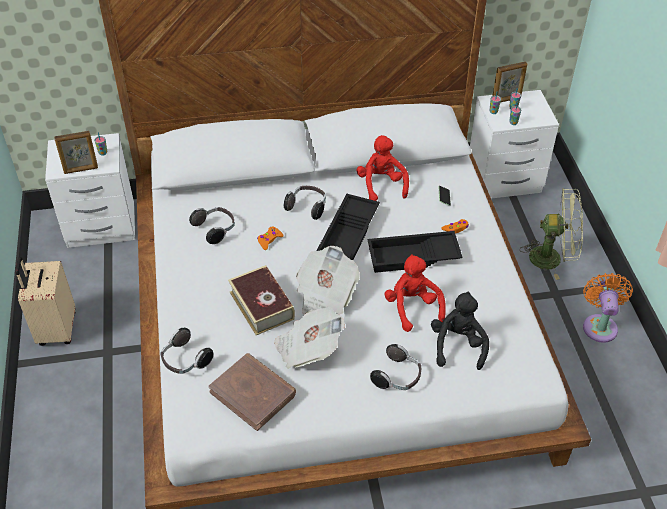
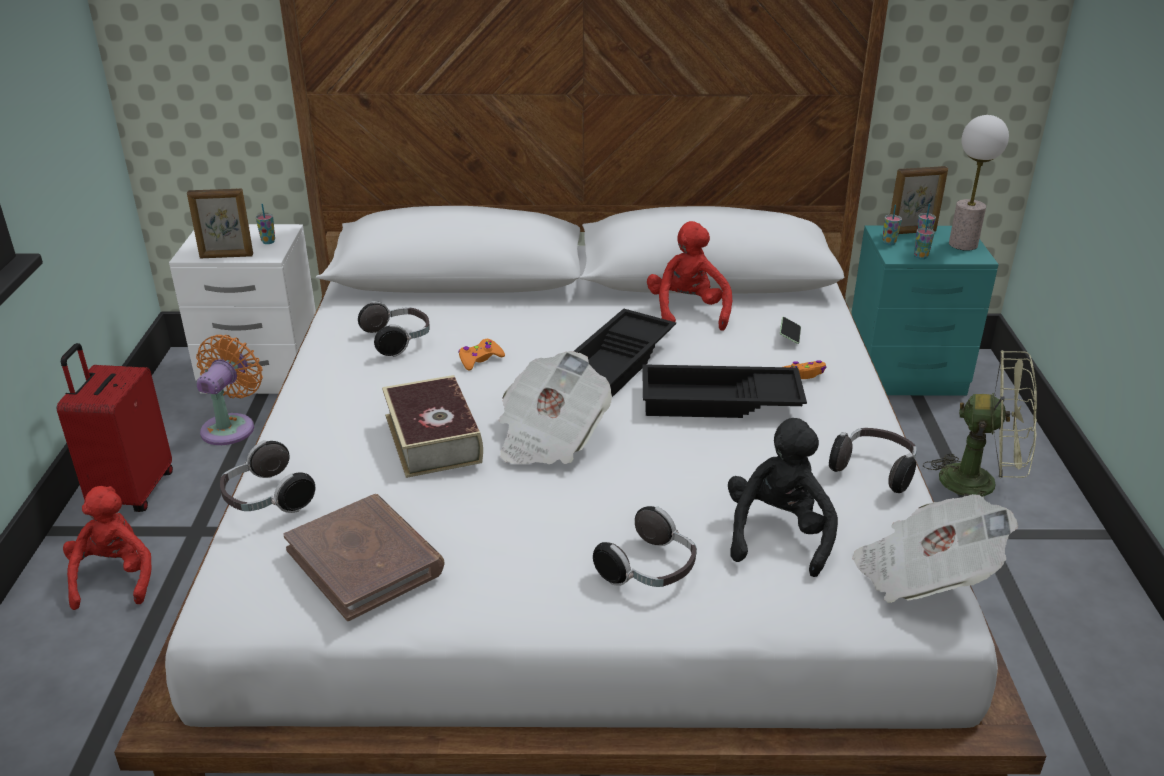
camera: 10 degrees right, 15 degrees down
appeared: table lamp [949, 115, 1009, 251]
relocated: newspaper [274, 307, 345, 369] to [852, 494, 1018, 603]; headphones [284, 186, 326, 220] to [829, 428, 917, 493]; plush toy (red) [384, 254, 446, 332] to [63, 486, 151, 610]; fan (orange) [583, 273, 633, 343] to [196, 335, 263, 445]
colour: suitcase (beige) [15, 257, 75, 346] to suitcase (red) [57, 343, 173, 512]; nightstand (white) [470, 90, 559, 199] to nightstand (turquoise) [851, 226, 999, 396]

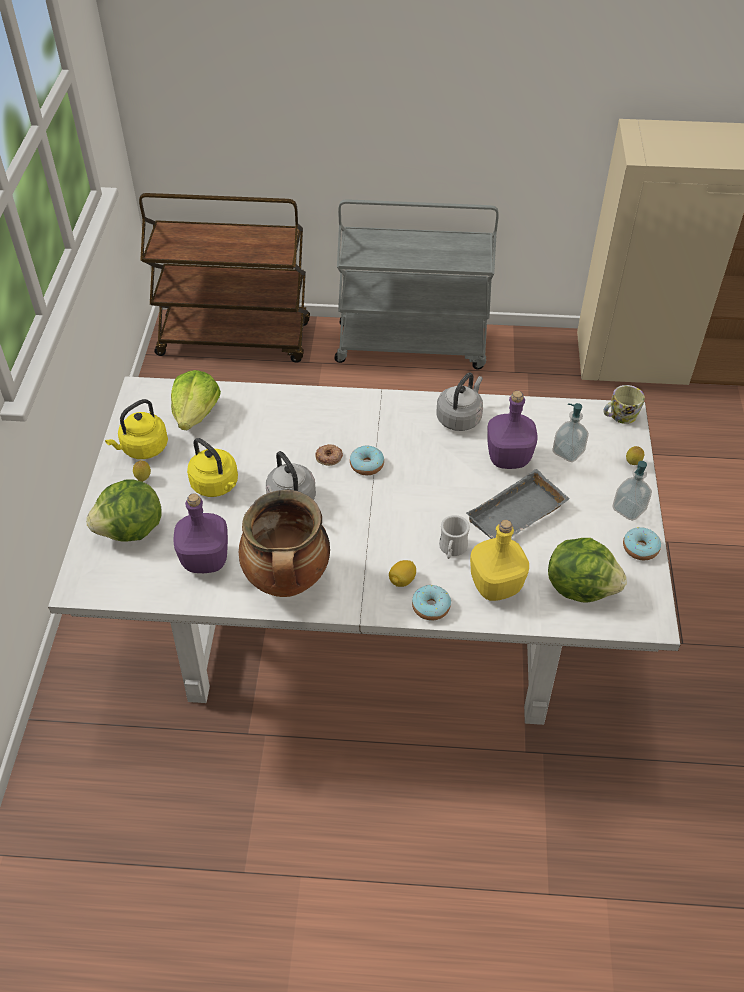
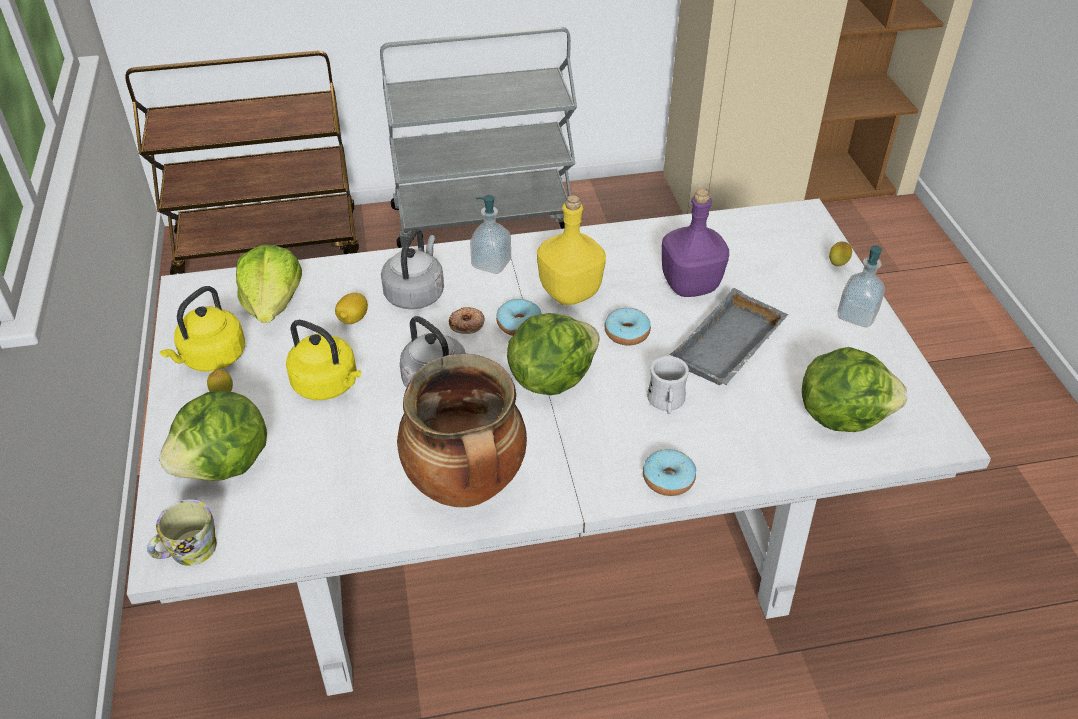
camera: 15 degrees left, 5 degrees down
missing: bottle (purple) [173, 494, 228, 573]
appeared: lettuce [507, 313, 600, 395]
relocated: lemon [389, 560, 416, 587] to [335, 293, 368, 324]; kettle (grey) [436, 373, 483, 431] to [381, 229, 444, 309]; bottle (yellow) [470, 520, 529, 601] to [537, 195, 606, 305]; soap dispenser [552, 403, 589, 462] to [470, 195, 511, 274]; mug [604, 385, 645, 424] to [147, 499, 217, 566]; donut [623, 527, 661, 560] to [605, 308, 651, 346]

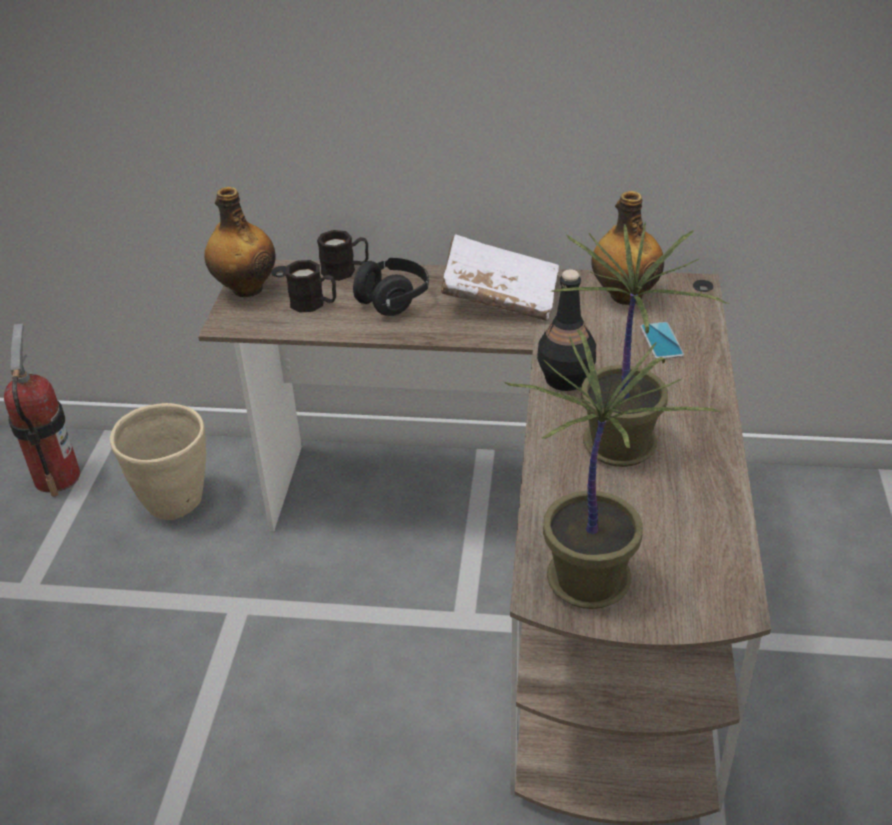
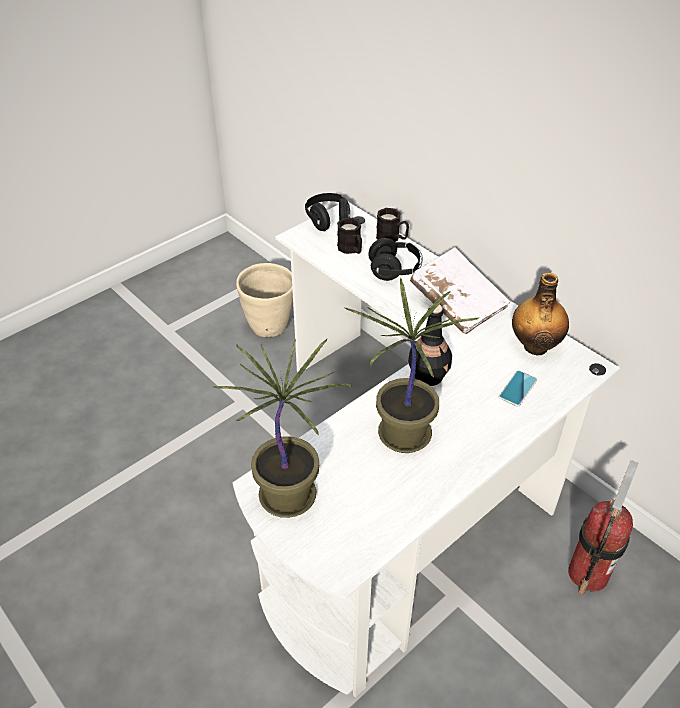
camera: 40 degrees right, 5 degrees up
relocated: fire extinguisher [4, 323, 80, 497] to [568, 460, 638, 595]
exchanged: bottle [205, 187, 275, 297] to headphones (black) [305, 193, 350, 231]
colour: desk (brown) [198, 260, 771, 825] to desk (white) [233, 202, 620, 697]

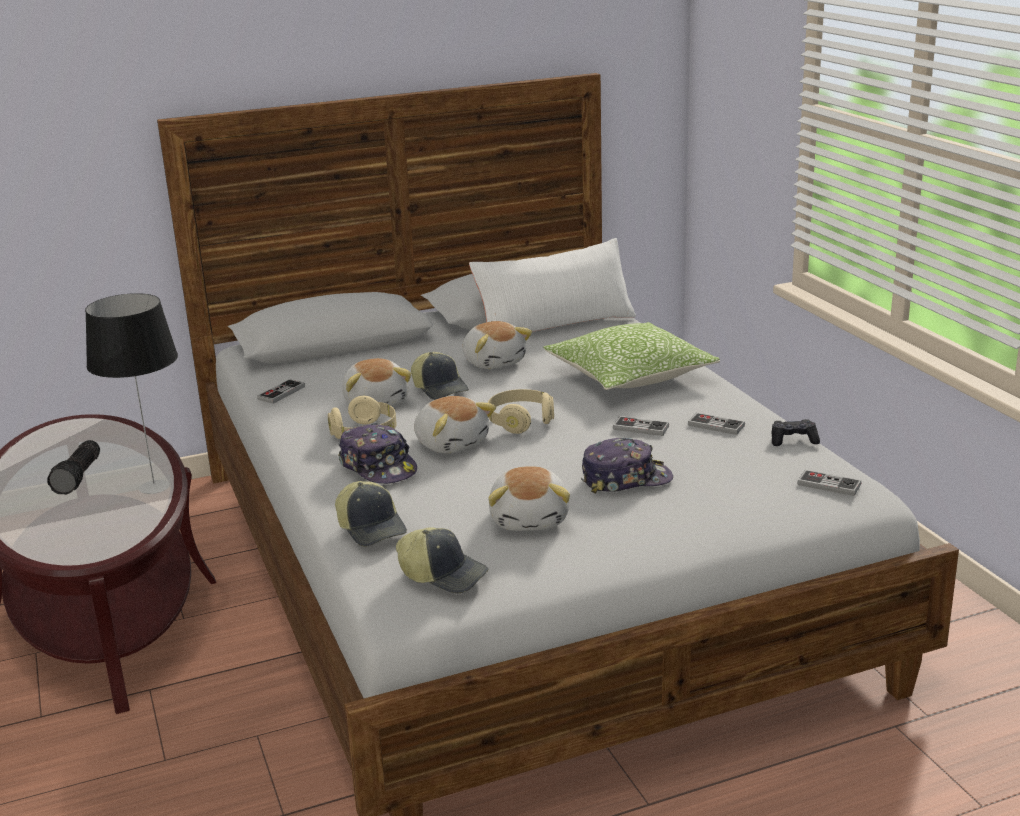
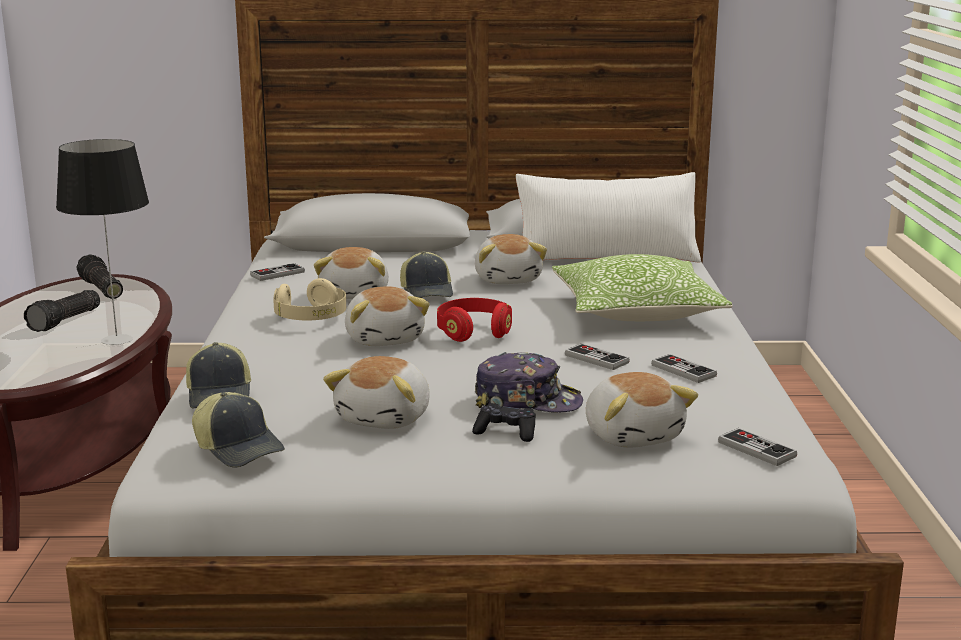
camera: 20 degrees right, 5 degrees down
missing: cap [339, 423, 417, 484]
appeared: flashlight [77, 254, 123, 299]; plush toy [586, 372, 698, 448]
relocated: game controller (black) [772, 419, 820, 446] to [472, 403, 536, 442]
colour: headphones (beige) [488, 389, 554, 434] to headphones (red) [437, 298, 512, 342]

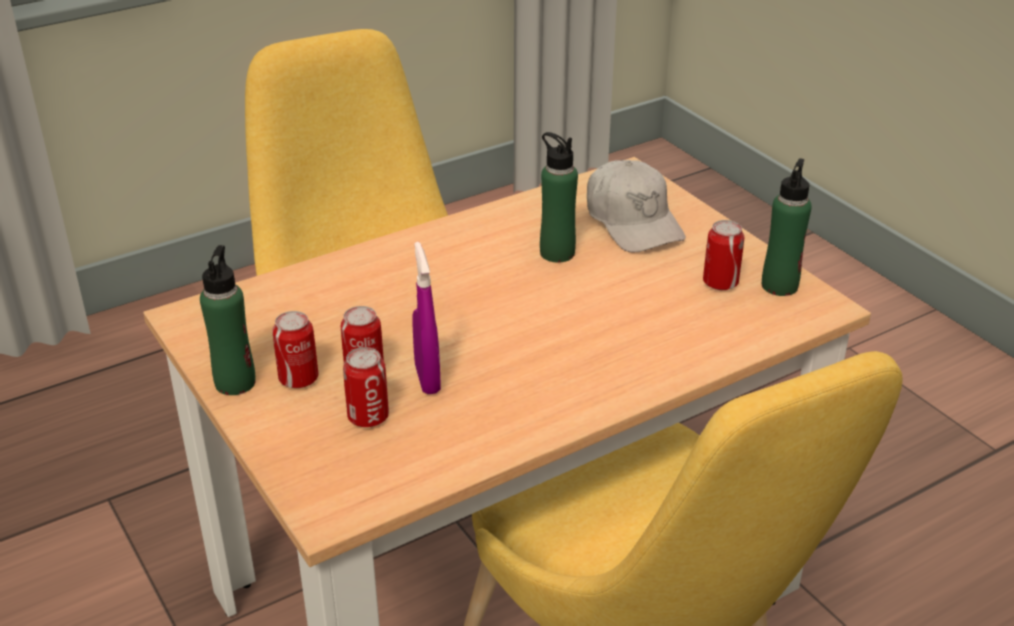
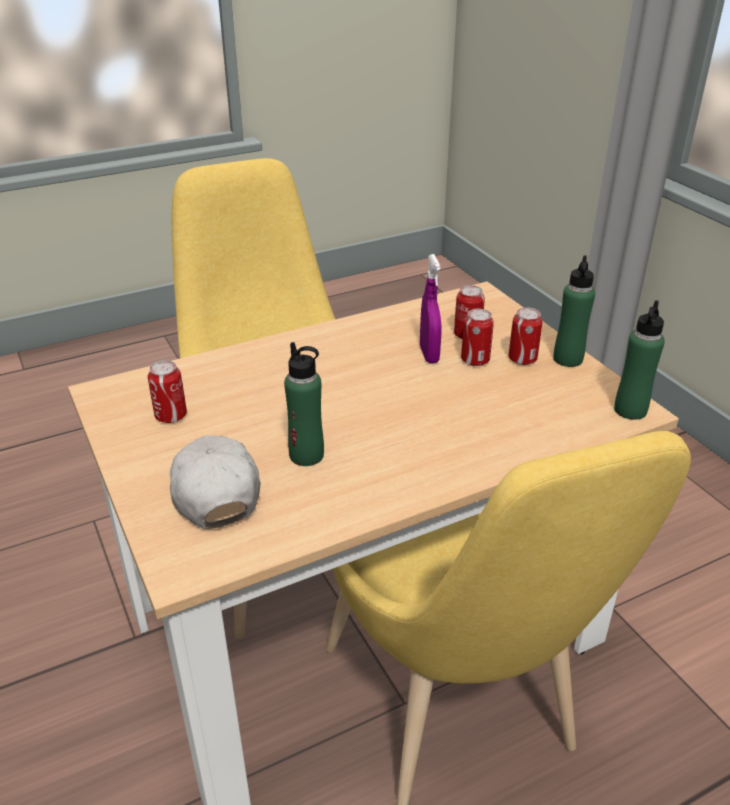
camera: 175 degrees left, 0 degrees up
relocated: bottle (green) [762, 158, 812, 296] to [614, 300, 665, 420]

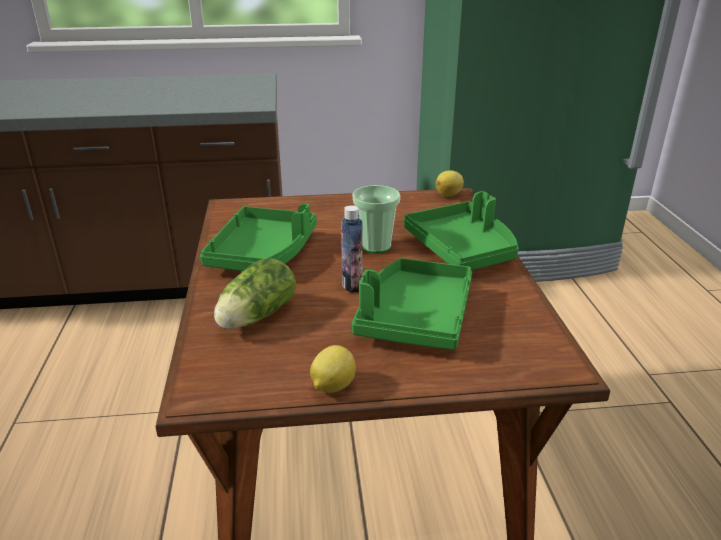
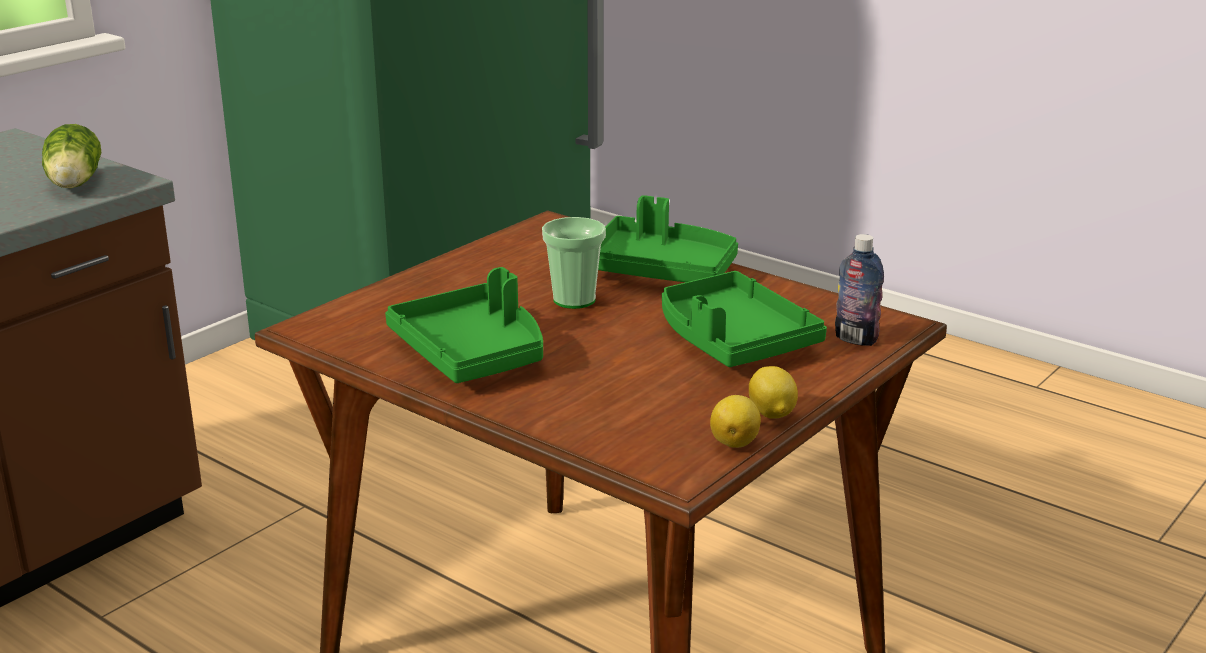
camera: 45 degrees left, 5 degrees down
relocated: lettuce [214, 258, 296, 329] to [42, 124, 102, 188]; bottle [341, 205, 363, 293] to [835, 234, 884, 346]; lemon [436, 170, 464, 197] to [710, 395, 761, 448]

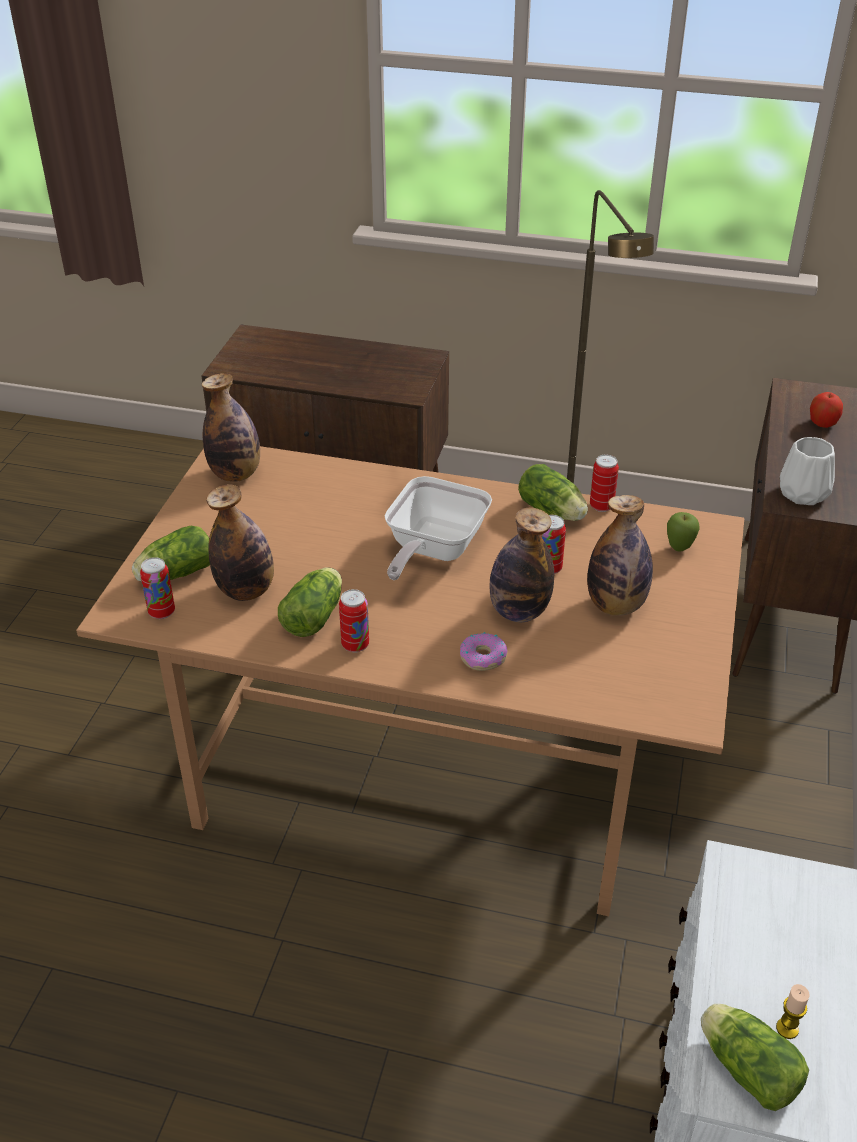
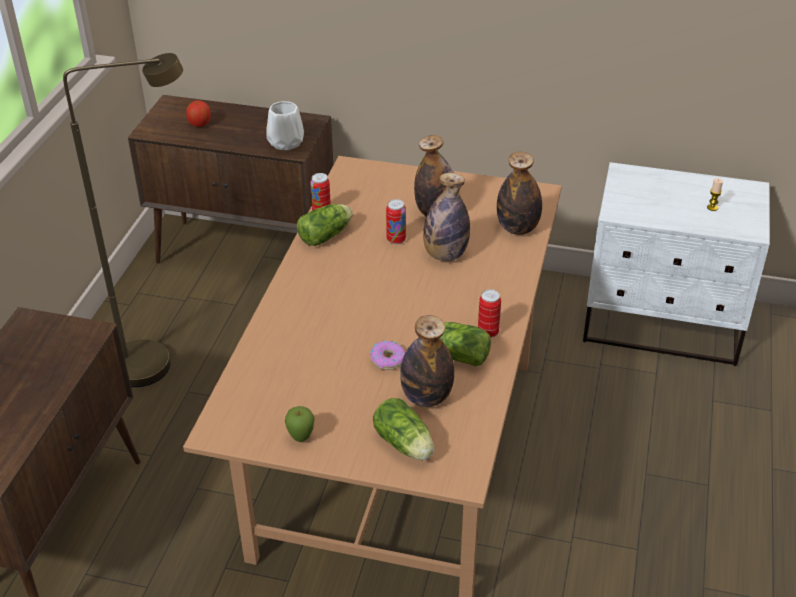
camera: 90 degrees left, 0 degrees up
missing: can [140, 557, 175, 619]; frying pan [385, 476, 492, 580]; lettuce [701, 1004, 809, 1111]
relocated: bottle [202, 373, 260, 482] to [497, 151, 542, 235]; donut [460, 632, 508, 671] to [370, 341, 406, 370]; apple [667, 512, 700, 552] to [285, 406, 315, 442]

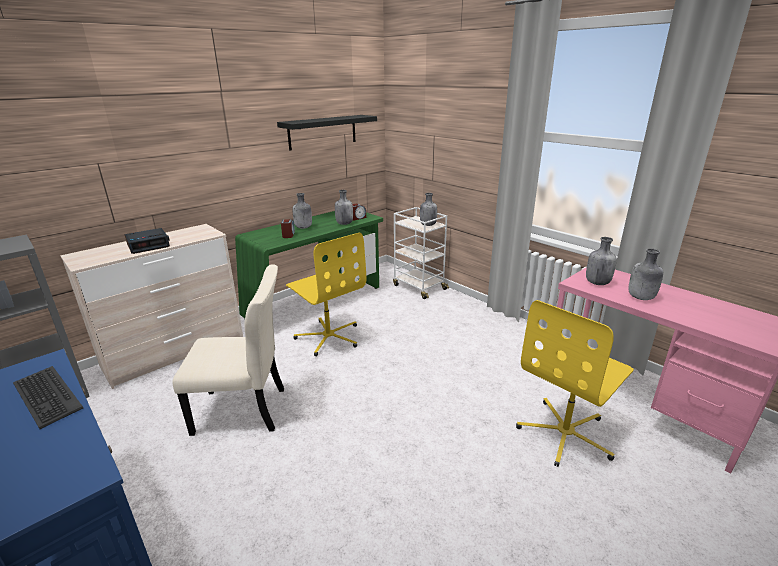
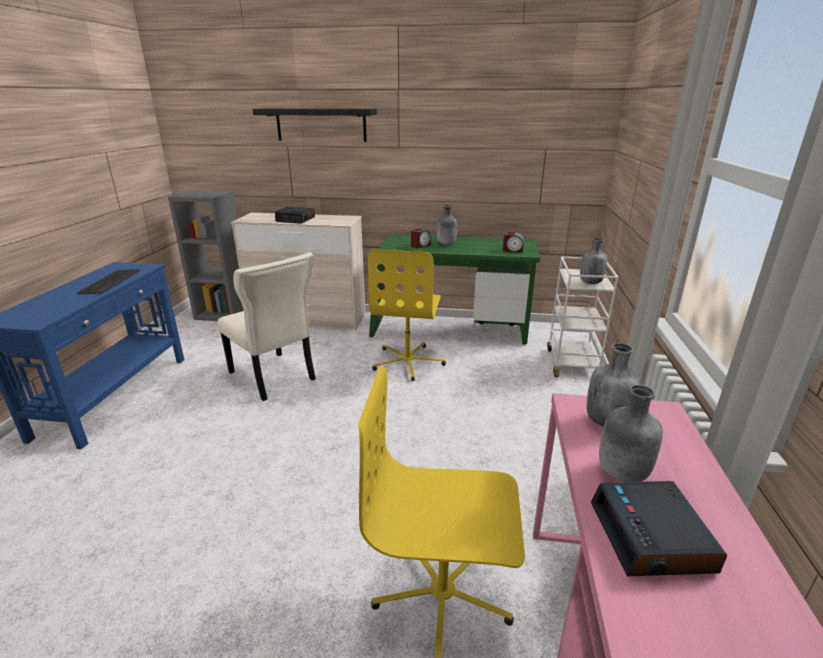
camera: 50 degrees right, 0 degrees up
missing: bottle (grey) [335, 190, 353, 225]
appeared: alarm clock [591, 481, 727, 576]
relocated: shelf (black) [277, 115, 377, 151] to [253, 108, 377, 142]

